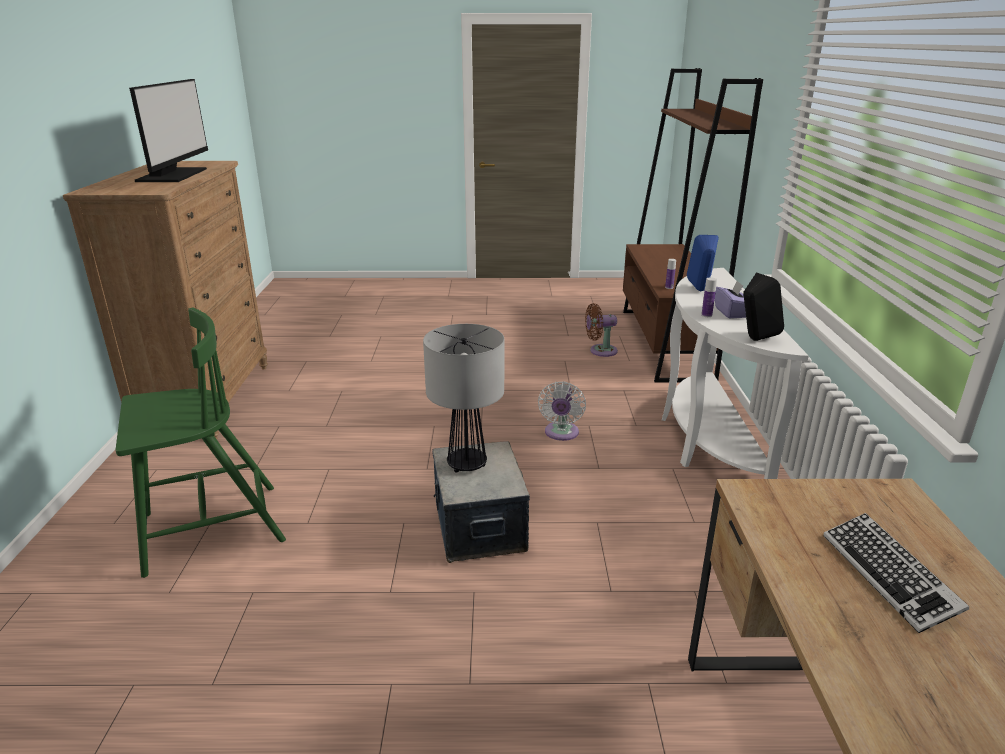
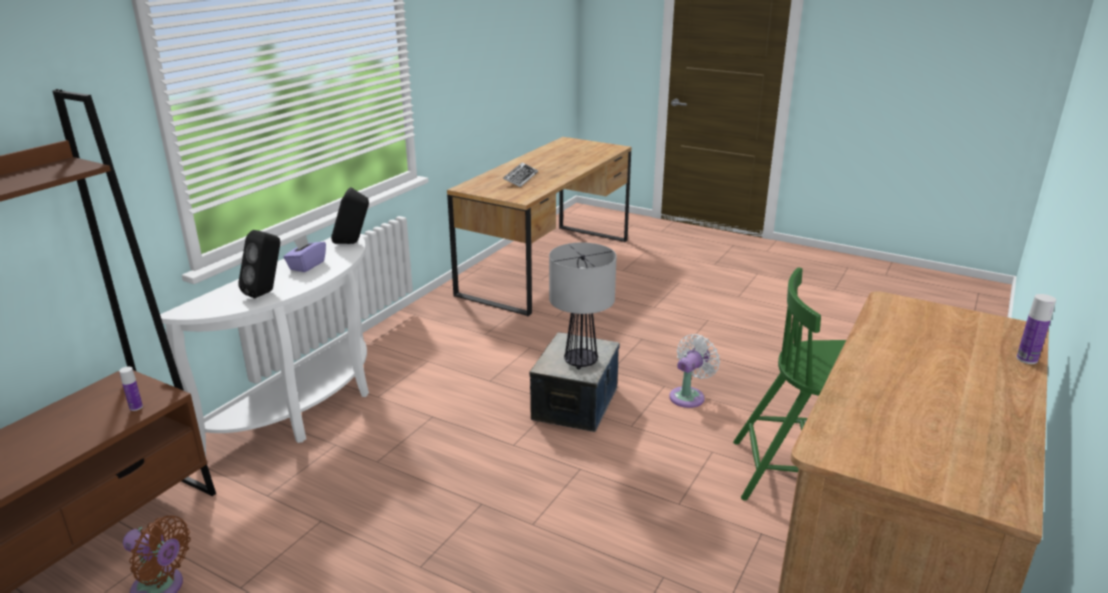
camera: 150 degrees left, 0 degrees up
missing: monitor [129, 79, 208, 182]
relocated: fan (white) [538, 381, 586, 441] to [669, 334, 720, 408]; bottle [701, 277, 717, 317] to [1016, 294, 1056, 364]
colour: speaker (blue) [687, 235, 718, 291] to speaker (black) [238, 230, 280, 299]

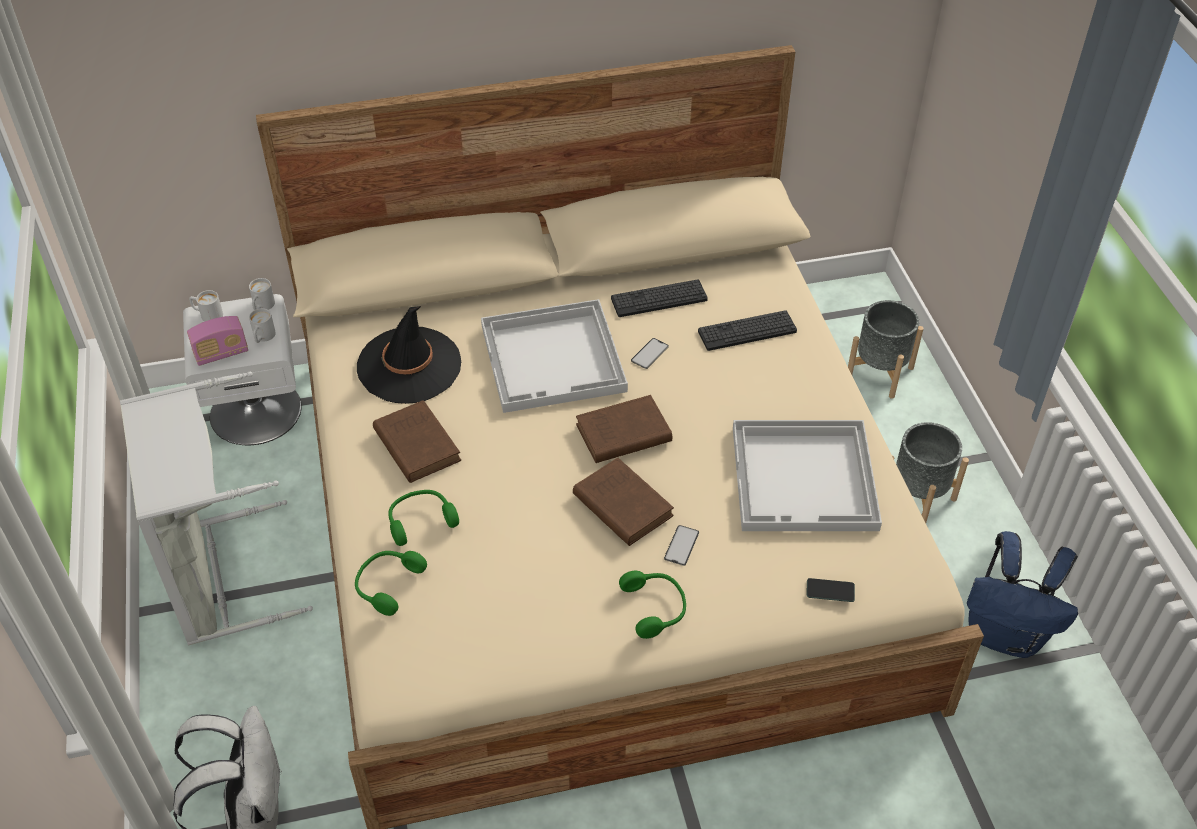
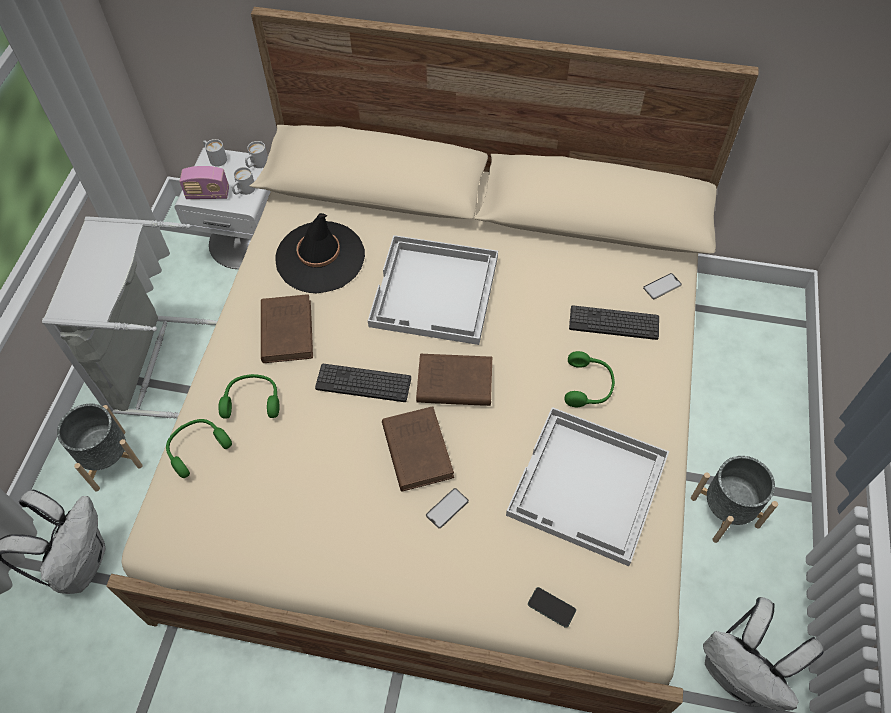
camera: 25 degrees right, 10 degrees up
relocated: keyboard [611, 279, 708, 317] to [315, 364, 411, 402]; headphones (green) [619, 571, 686, 639] to [565, 351, 615, 407]; phone [631, 338, 669, 369] to [643, 273, 682, 299]; planter (grey) [848, 300, 924, 399] to [57, 404, 143, 491]
colour: backpack (blue) [967, 531, 1078, 658] to backpack (white) [703, 597, 824, 711]

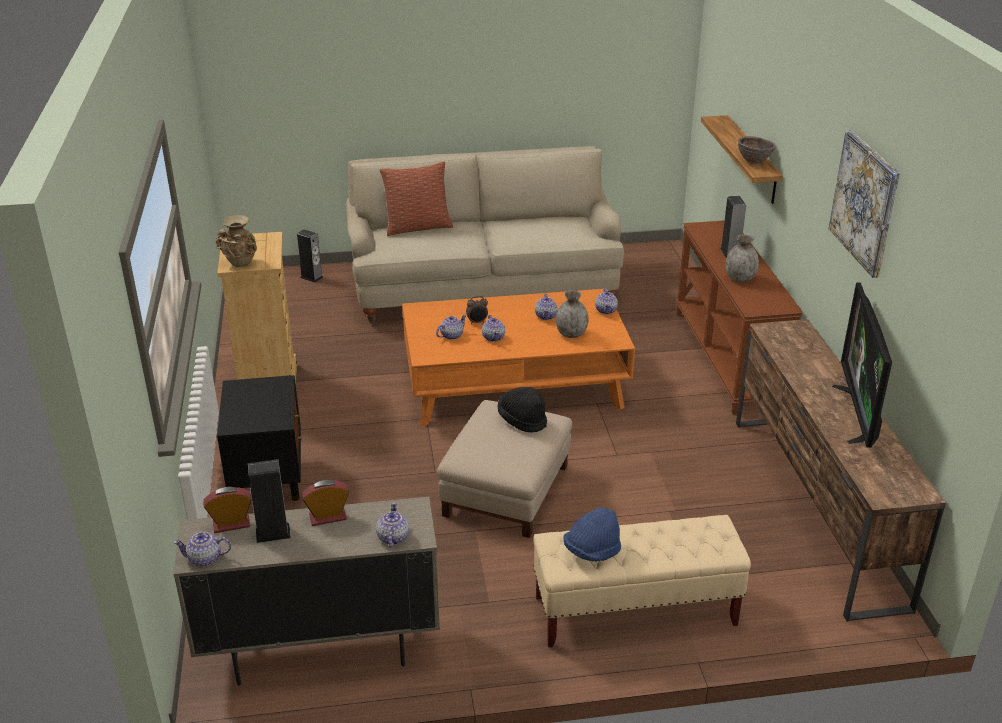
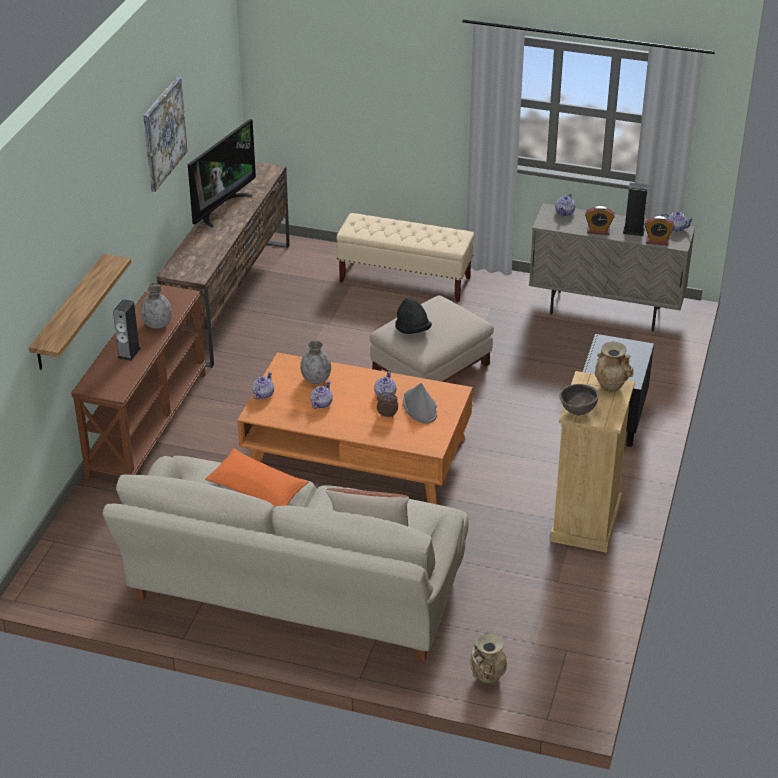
camera: 155 degrees left, 5 degrees up
missing: hat (blue) [564, 507, 621, 561]
appeared: pillow (orange) [205, 448, 309, 507]
relocated: bowl (brown) [738, 136, 776, 164] to [559, 384, 599, 416]
exchanged: speaker [297, 229, 324, 283] to vase (beige) [470, 634, 507, 684]; teapot [436, 315, 467, 340] to hat (grey) [403, 383, 437, 424]

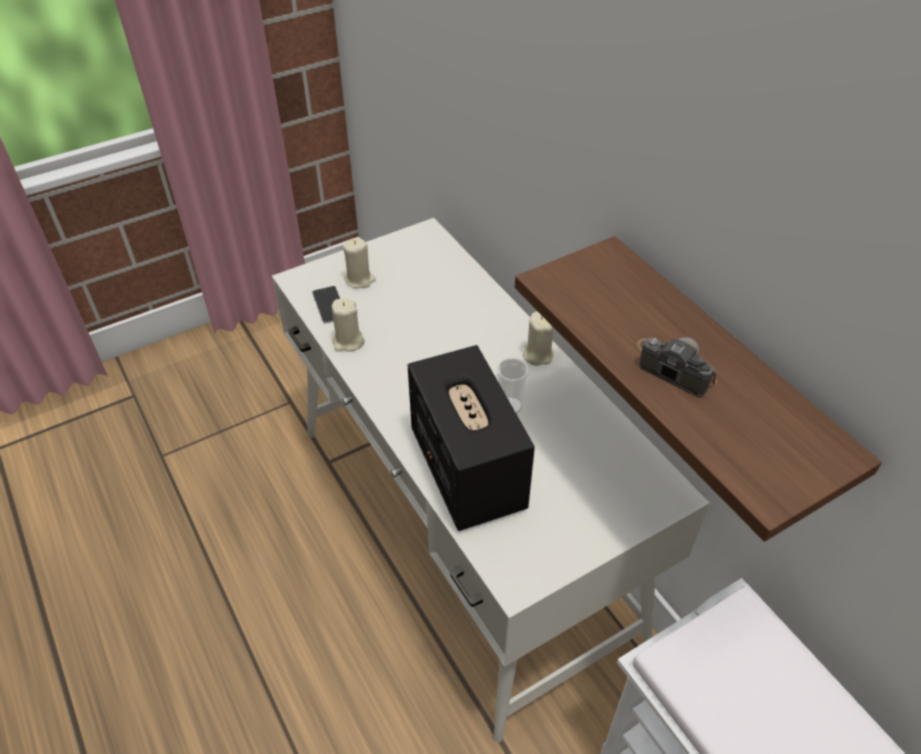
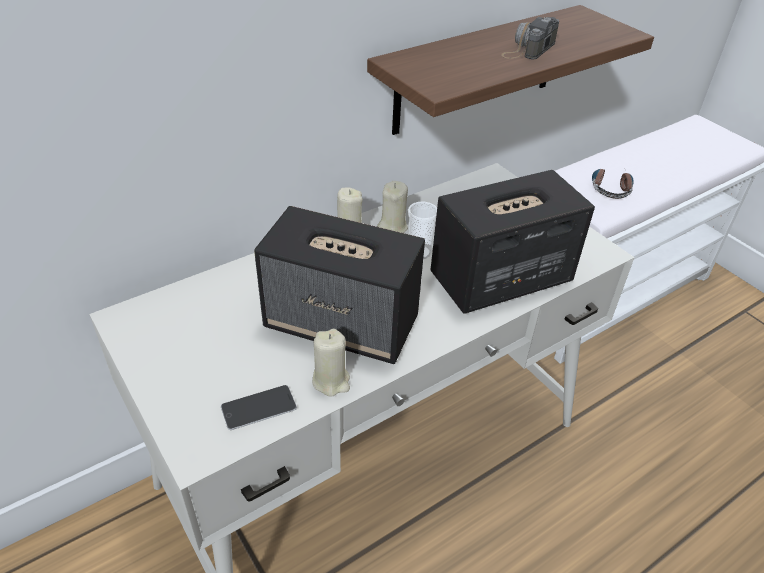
camera: 95 degrees left, 5 degrees down
appeared: speaker [254, 206, 425, 364]; headphones [592, 169, 634, 199]
relocated: candle (beige) [343, 238, 376, 288] to [377, 181, 408, 233]

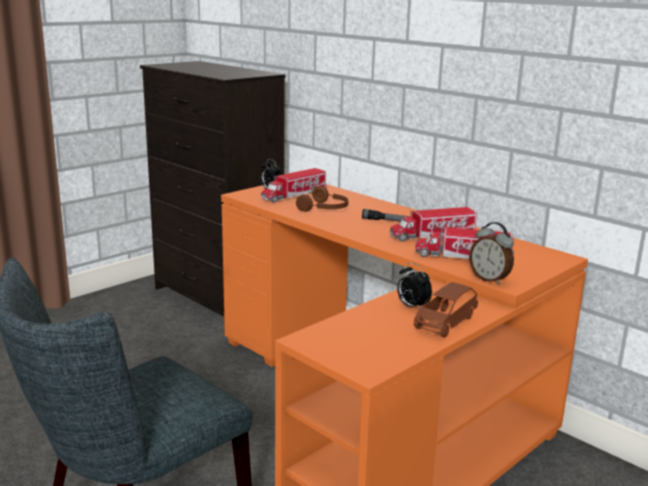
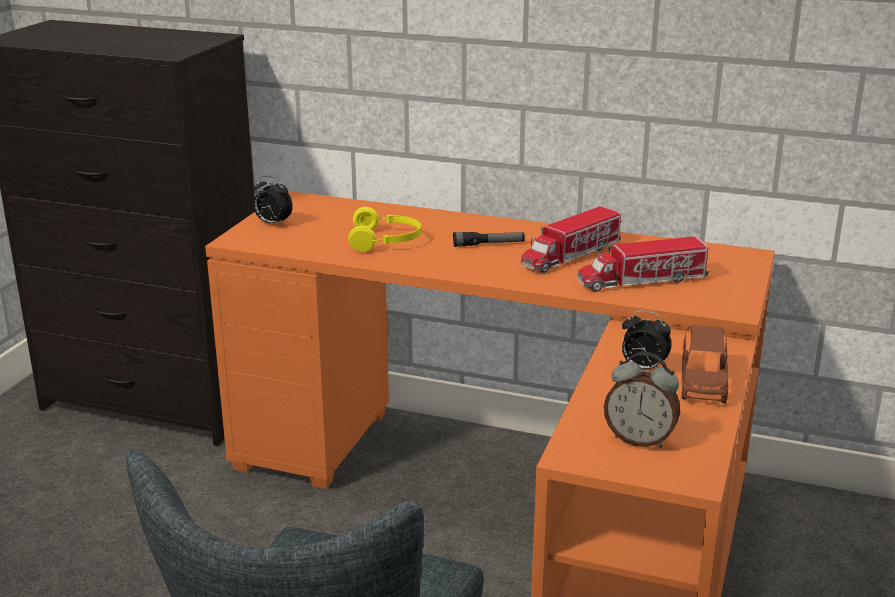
camera: 25 degrees left, 5 degrees up
missing: toy truck [261, 168, 327, 203]
relocated: alarm clock [469, 222, 514, 285] to [604, 352, 680, 448]
colour: headphones (brown) [296, 186, 348, 212] to headphones (yellow) [348, 207, 421, 252]

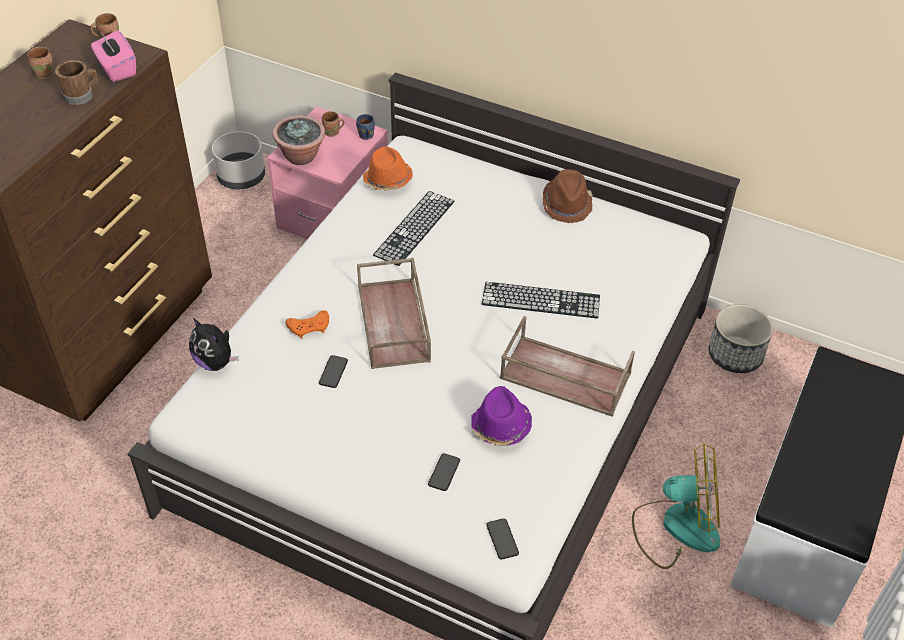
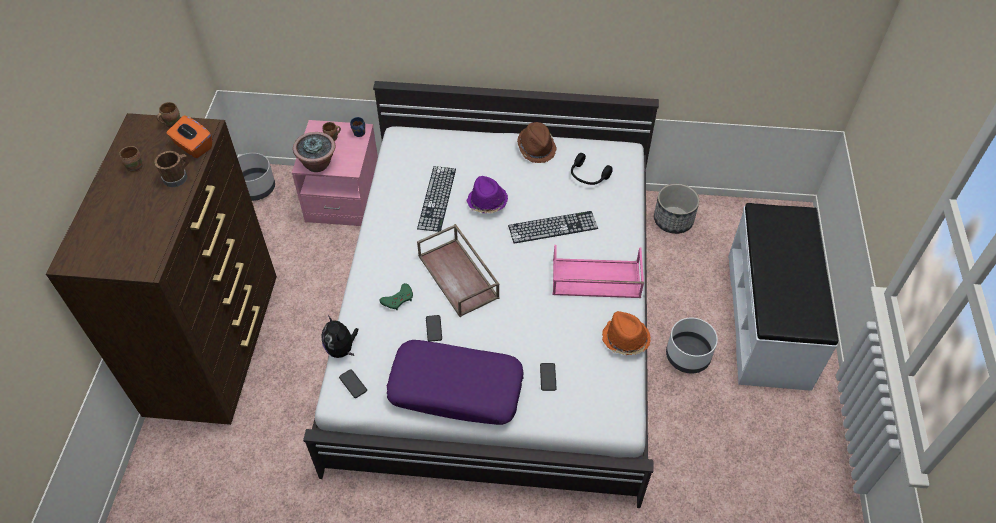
camera: 20 degrees left, 5 degrees up
appeared: pillow (purple) [387, 340, 523, 425]; headphones (black) [571, 153, 613, 185]
relocated: hat (orange) [363, 146, 413, 191] to [602, 311, 651, 355]; hat (purple) [471, 386, 532, 446] to [467, 176, 508, 213]; phone [486, 518, 519, 559] to [339, 369, 367, 398]
exchanged: fan [632, 443, 720, 569] to planter (white) [666, 318, 718, 373]
colour: tissue box (pink) [91, 30, 136, 82] to tissue box (orange) [167, 115, 212, 159]; game controller (orange) [285, 310, 329, 339] to game controller (green) [380, 283, 413, 310]; tray (brown) [500, 316, 635, 417] to tray (pink) [552, 245, 644, 298]
spun: plush toy [189, 318, 238, 371] = [321, 316, 358, 358] 45 degrees clockwise

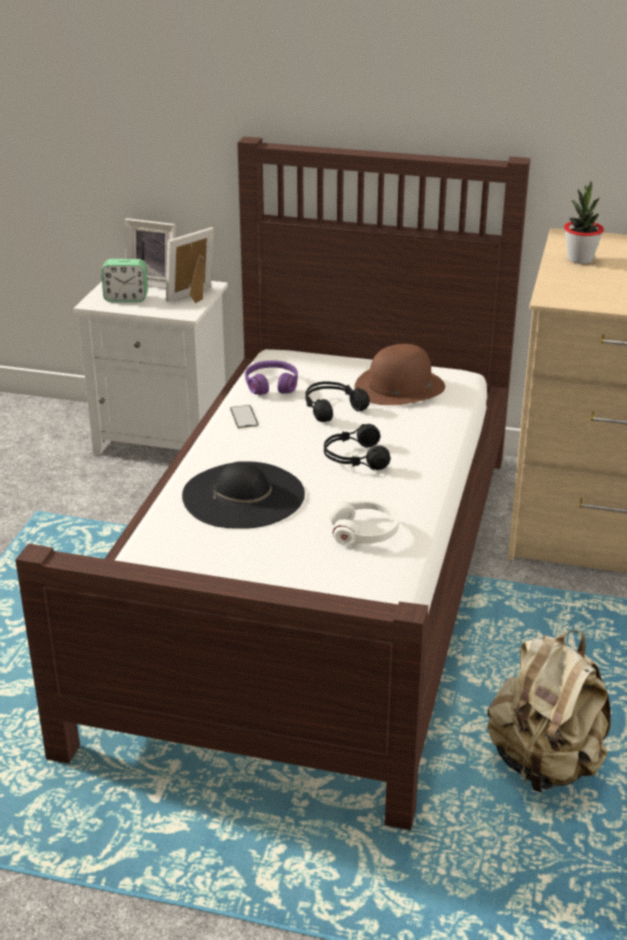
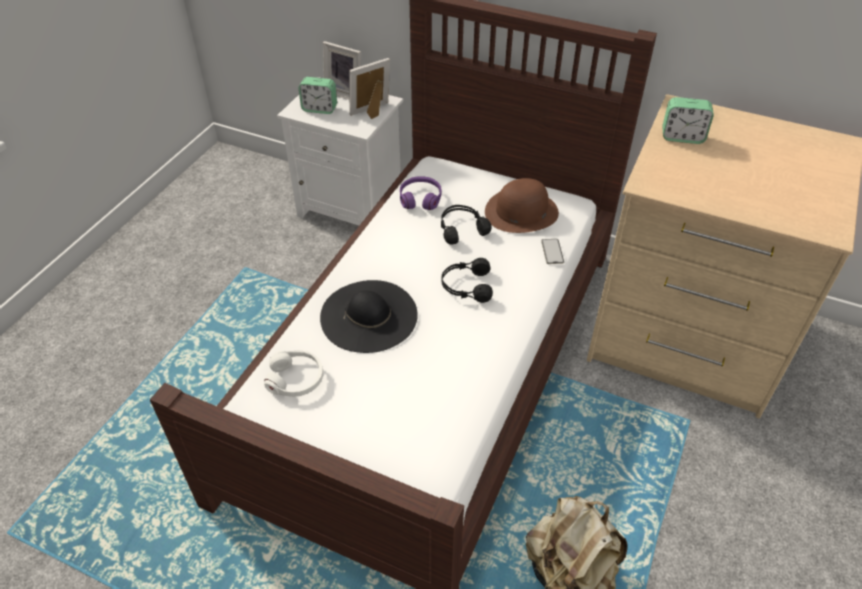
camera: 10 degrees right, 15 degrees up
relocated: phone [230, 405, 259, 428] to [541, 239, 564, 264]; headphones (white) [329, 501, 399, 546] to [264, 351, 323, 397]
exchanged: potted plant [564, 181, 604, 264] to alarm clock [663, 97, 714, 144]

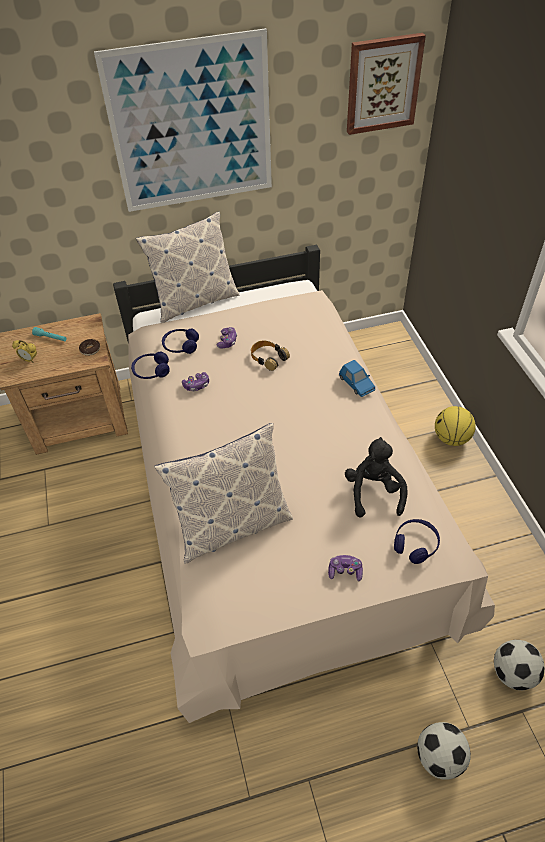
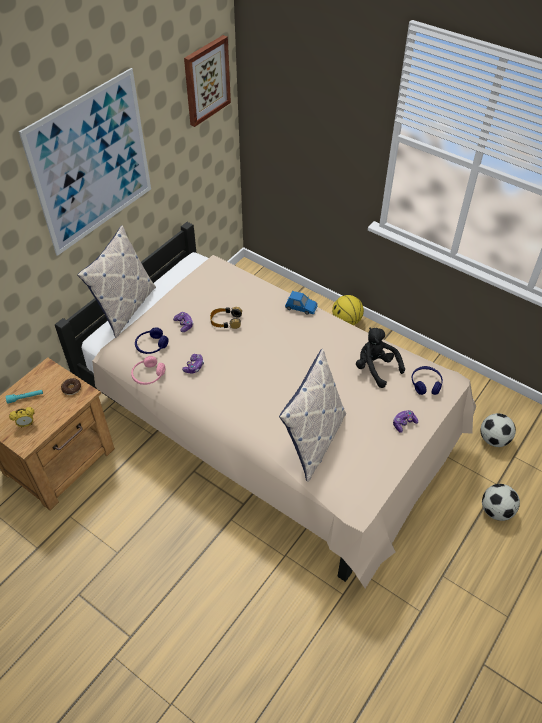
camera: 40 degrees left, 0 degrees up
colour: headphones (blue) [131, 352, 170, 379] to headphones (pink) [131, 356, 165, 385]

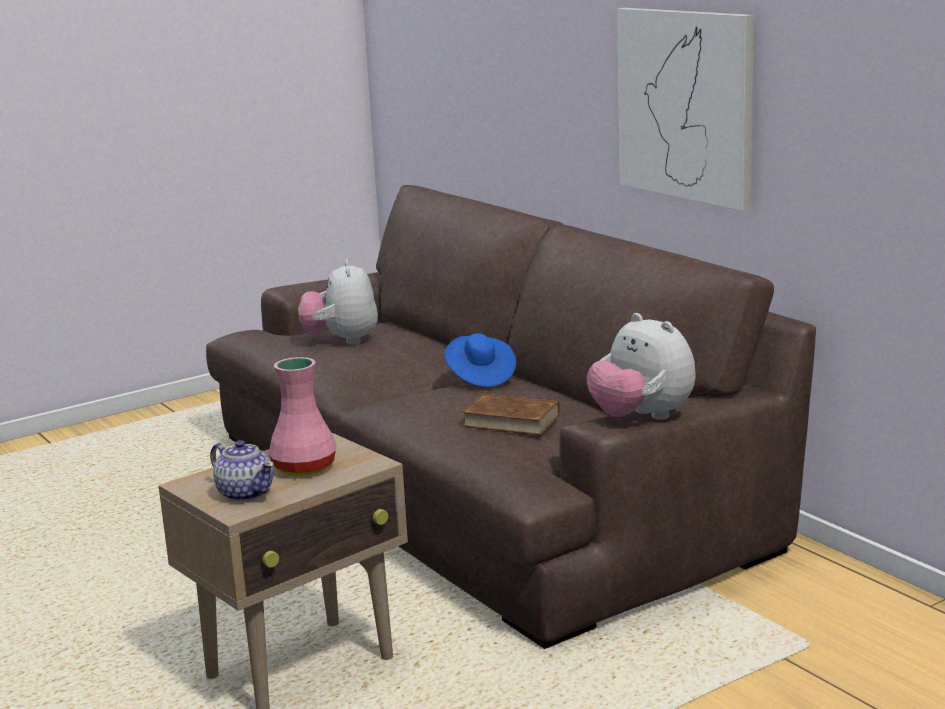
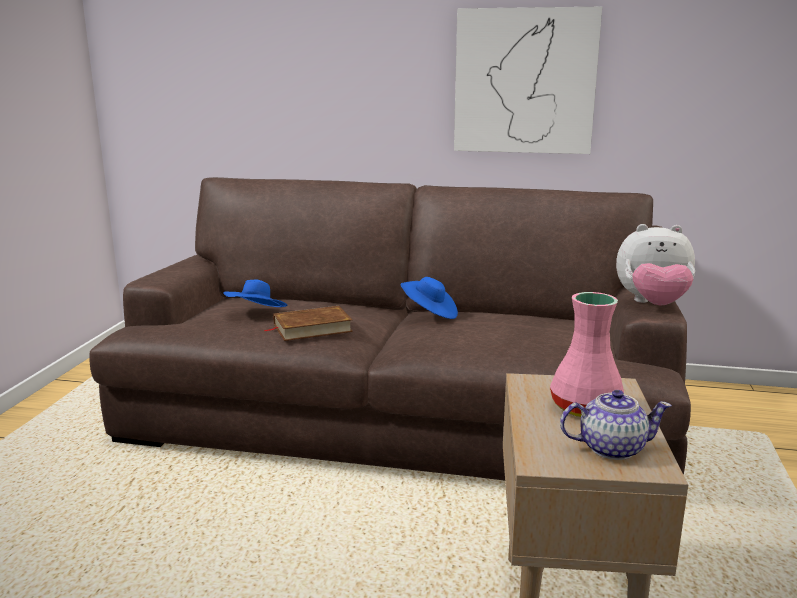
camera: 45 degrees left, 0 degrees up
relocated: book (brown) [462, 394, 560, 435] to [265, 306, 353, 341]
exchanged: plush toy [298, 259, 378, 345] to hat (blue) [223, 279, 288, 307]

